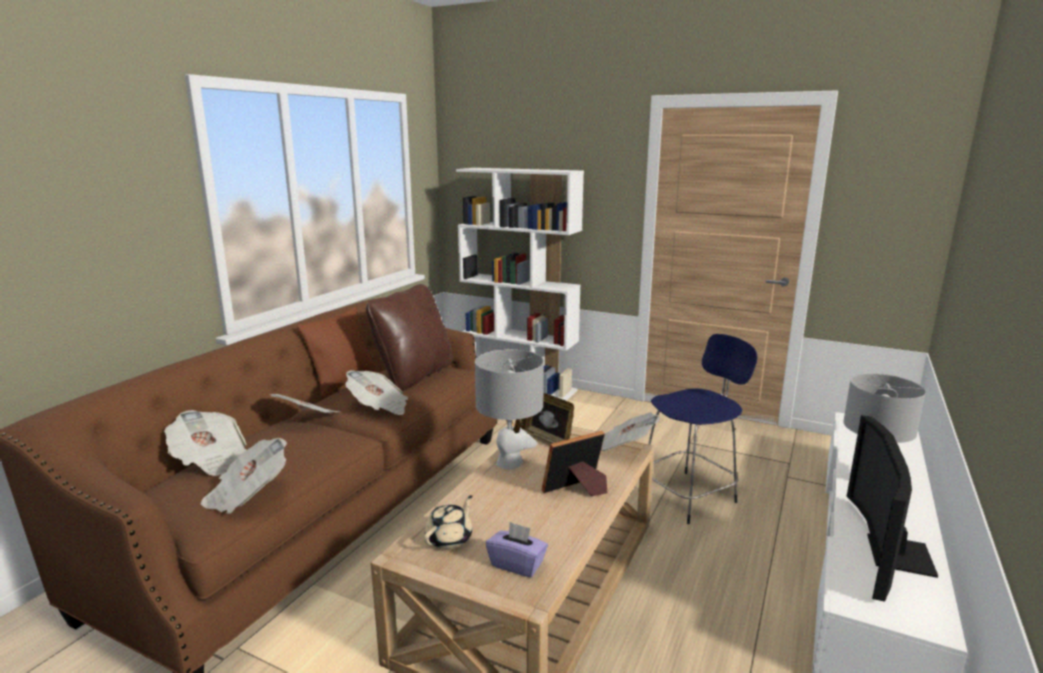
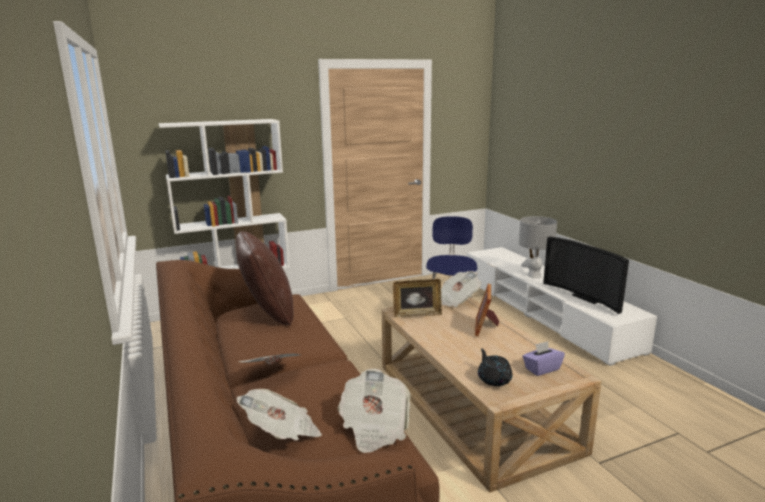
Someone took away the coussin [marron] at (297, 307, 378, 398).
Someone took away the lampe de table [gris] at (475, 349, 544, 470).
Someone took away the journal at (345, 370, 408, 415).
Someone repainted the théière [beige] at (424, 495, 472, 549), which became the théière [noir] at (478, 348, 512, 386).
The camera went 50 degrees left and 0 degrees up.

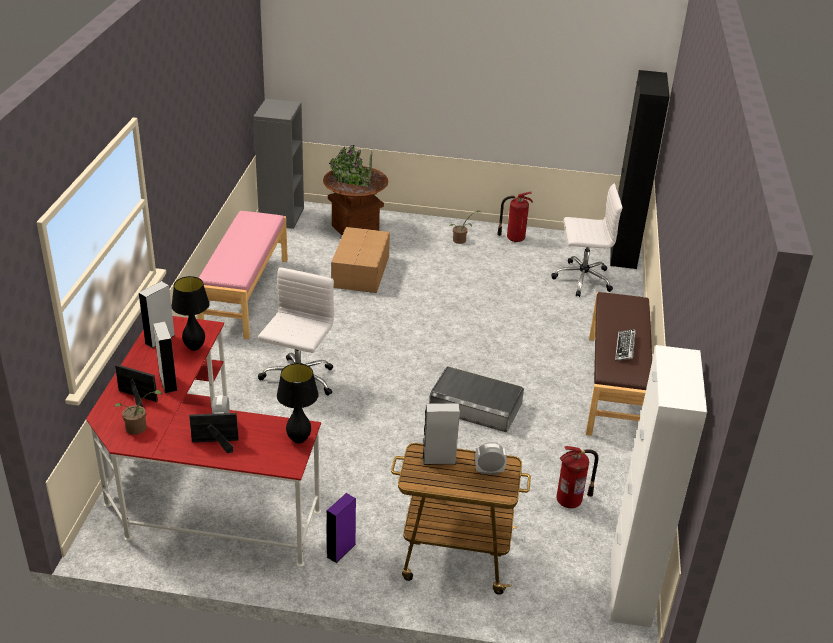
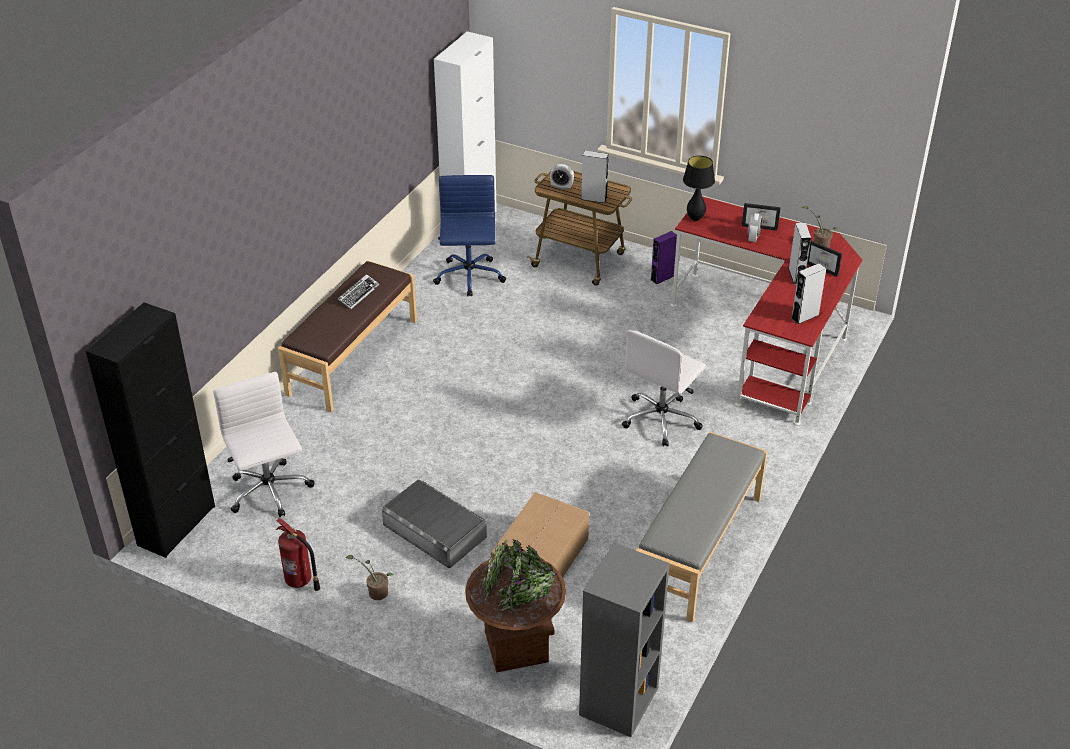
Someone rotated the chaise de bureau [blanc] at (551, 183, 623, 297) by 45 degrees clockwise.
Someone repainted the banc [rose] at (197, 211, 288, 339), which became the banc [gris] at (636, 432, 768, 622).
Someone took away the lampe de table [noir] at (171, 276, 210, 351).
Someone carried the boîte de rangement [gris] from (429, 366, 524, 432) to (382, 480, 487, 568).
Someone swapped the extincteur at (557, 446, 599, 508) for the chaise de bureau [bleu] at (433, 175, 506, 296).
The camera went 160 degrees left and 5 degrees up.

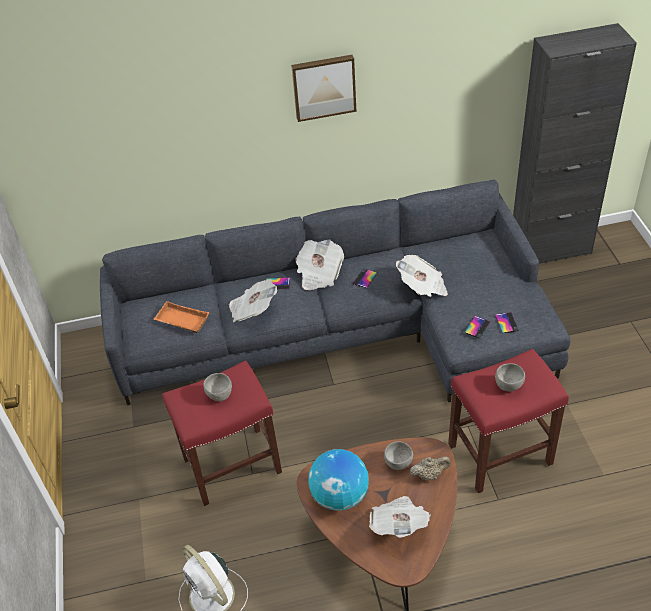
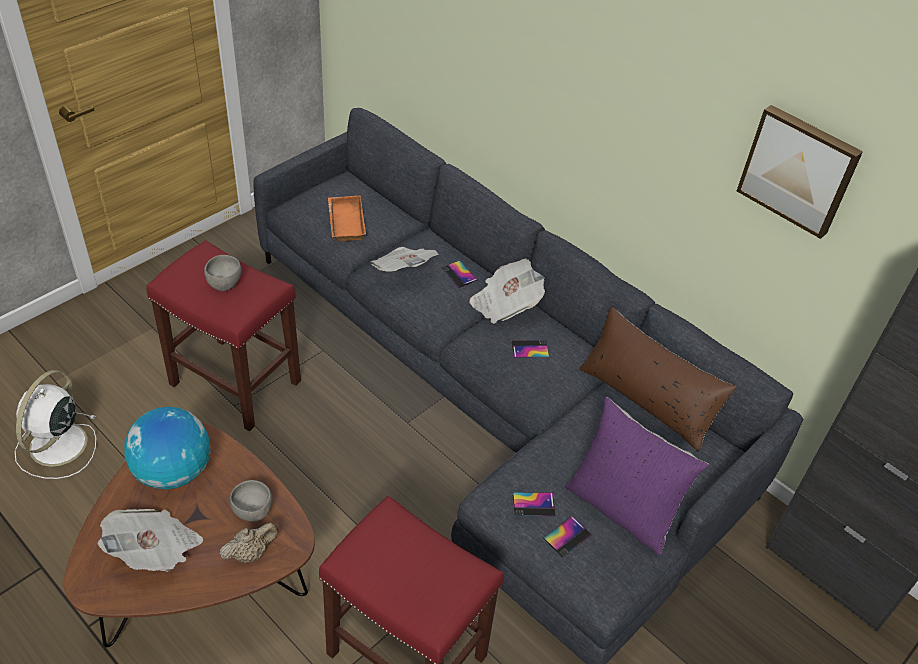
Someone carried the tableau from (291, 55, 356, 122) to (737, 105, 863, 239).
Someone took away the journal at (396, 255, 448, 297).
Someone took away the bol [gris] at (495, 363, 525, 392).
Someone rotated the théière [beige] at (410, 456, 451, 481) by 75 degrees counterclockwise.
Someone put down the coussin [marron] at (579, 307, 736, 452).
Someone put down the coussin [violet] at (565, 397, 709, 555).
The camera went 50 degrees right and 0 degrees up.

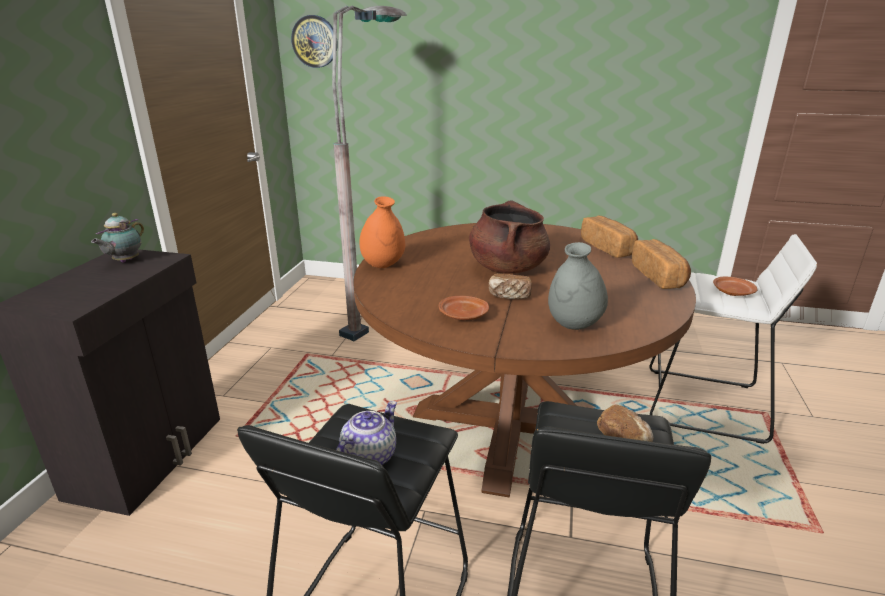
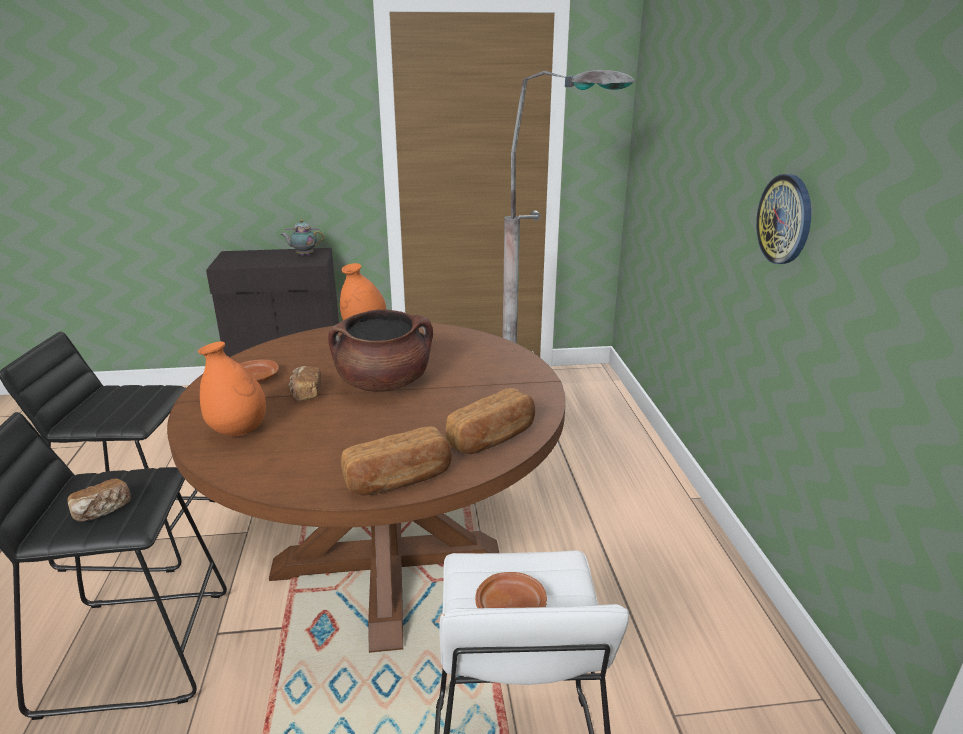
Someone carried the horloge murale from (291, 15, 338, 68) to (756, 174, 811, 264).
Someone repainted the vase [gris] at (548, 242, 608, 330), which became the vase [orange] at (198, 341, 266, 437).
Someone took away the théière at (336, 401, 397, 465).
The camera went 70 degrees right and 0 degrees up.

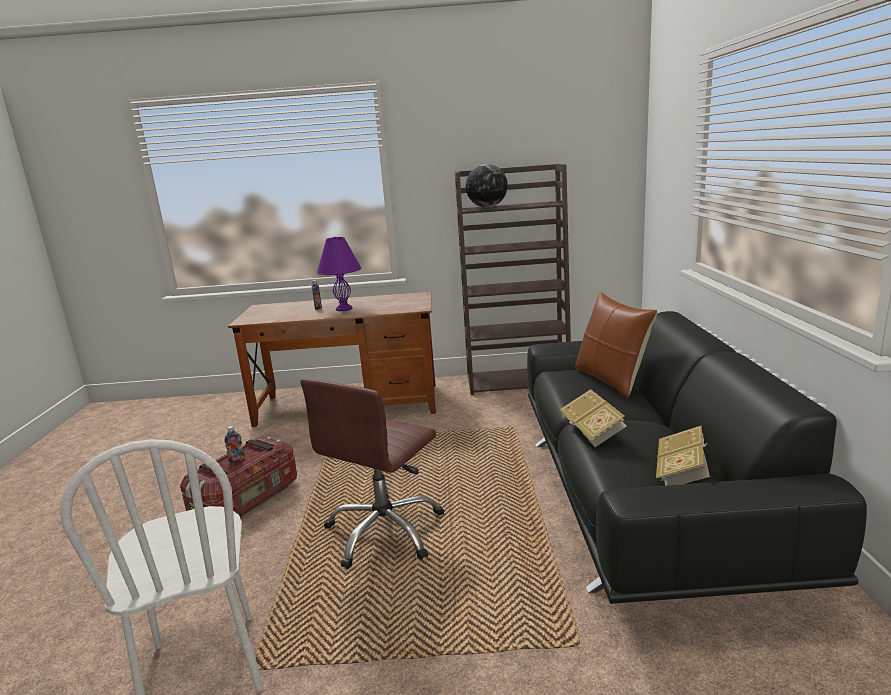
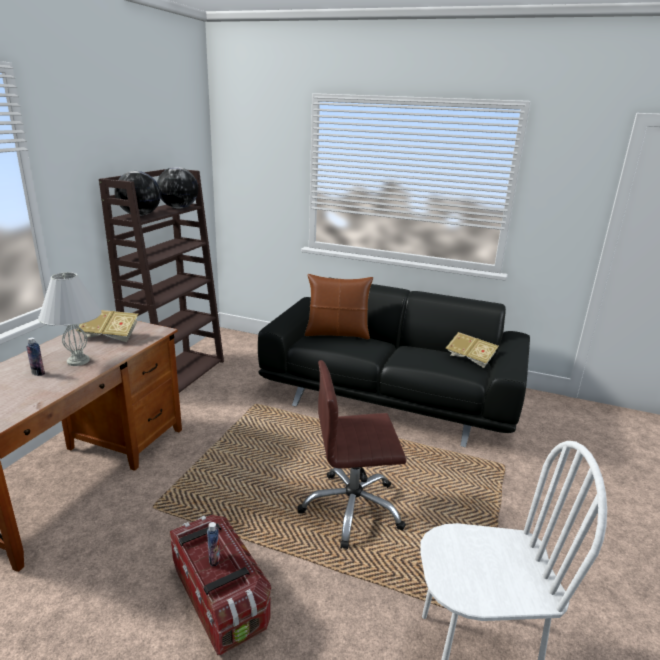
Someone repainted the lampe de table [violet] at (317, 237, 361, 311), which became the lampe de table [blanc] at (38, 272, 102, 366).
Someone rotated the chaise de bureau [marron] at (301, 379, 444, 569) by 120 degrees clockwise.
Someone carried the livre from (560, 389, 627, 447) to (77, 310, 138, 342).
Someone put down the globe at (157, 167, 198, 209).
The camera went 70 degrees left and 5 degrees up.

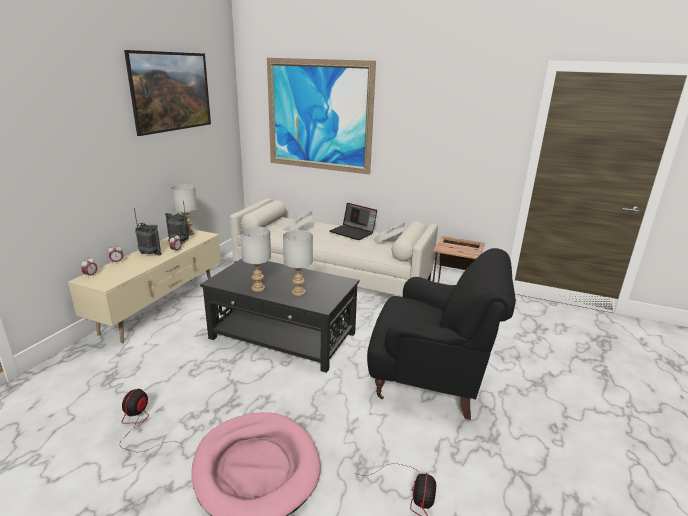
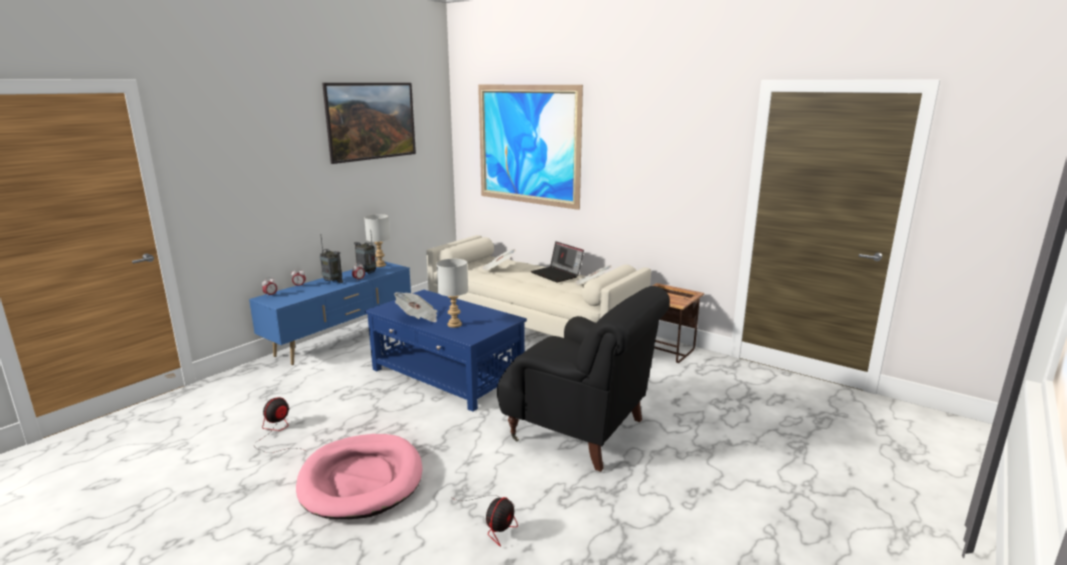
Someone swapped the lampe de table [gris] at (240, 227, 271, 292) for the journal at (394, 292, 437, 322).
Someone repainted the meuble télé [beige] at (68, 229, 221, 343), which became the meuble télé [bleu] at (249, 261, 411, 365).
Someone repainted the table basse [noir] at (200, 259, 360, 373), which became the table basse [bleu] at (365, 290, 527, 412).
The camera went 15 degrees right and 5 degrees down.

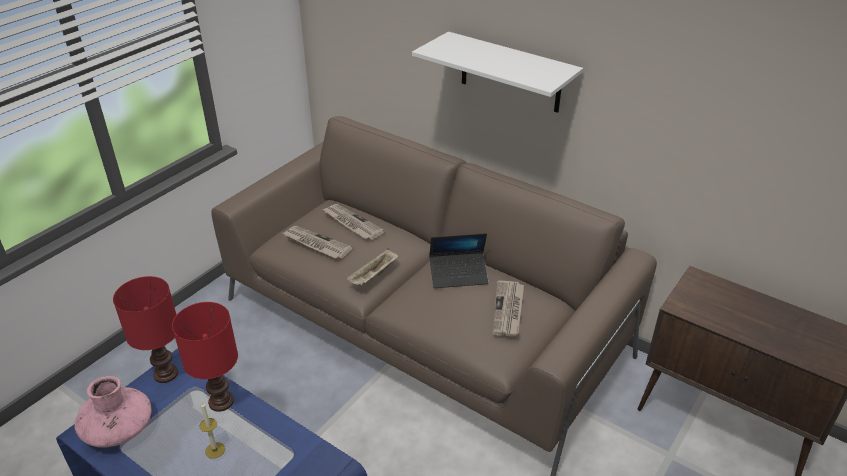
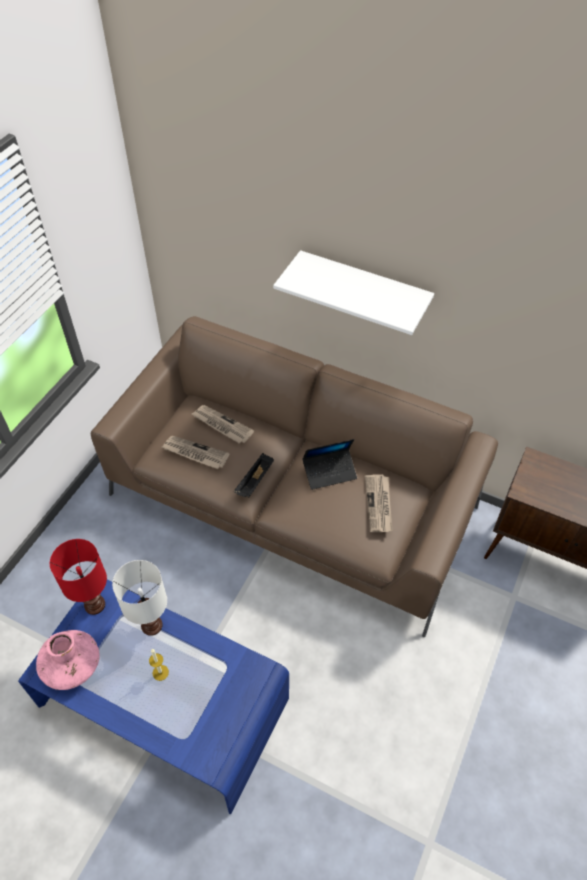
Someone repainted the plateau [beige] at (346, 248, 398, 286), which became the plateau [noir] at (234, 453, 274, 497).
Someone repainted the lampe de table [rouge] at (172, 302, 238, 412), which became the lampe de table [blanc] at (112, 560, 167, 636).
The camera went 10 degrees left and 15 degrees up.

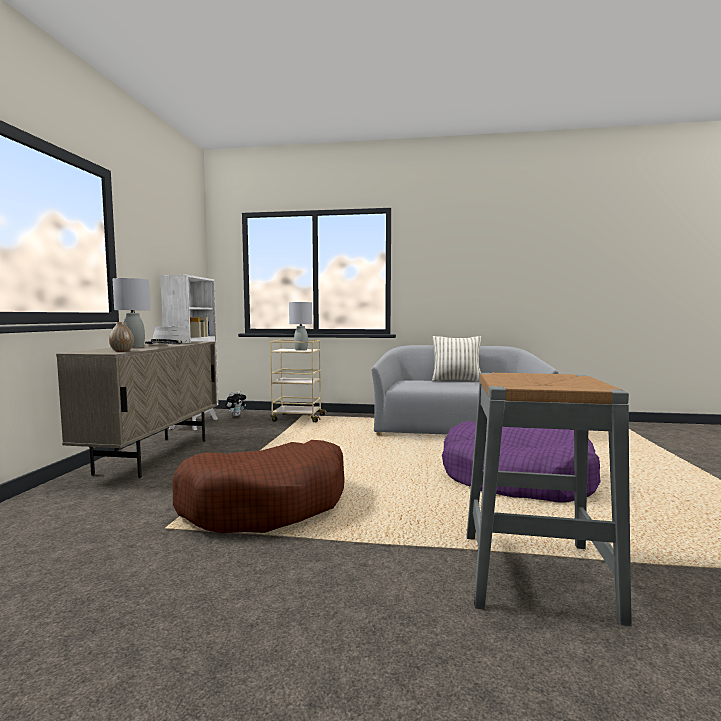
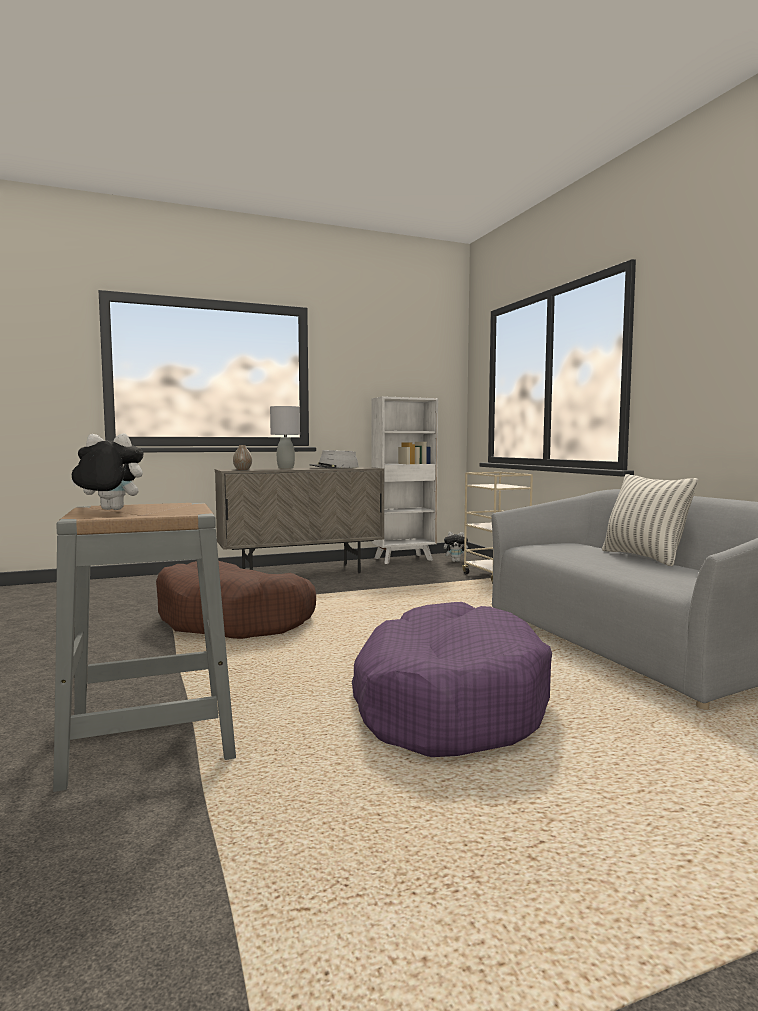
Someone took away the lampe de table [gris] at (289, 302, 312, 351).
Someone put down the peluche at (71, 433, 143, 510).
The camera went 60 degrees right and 0 degrees up.

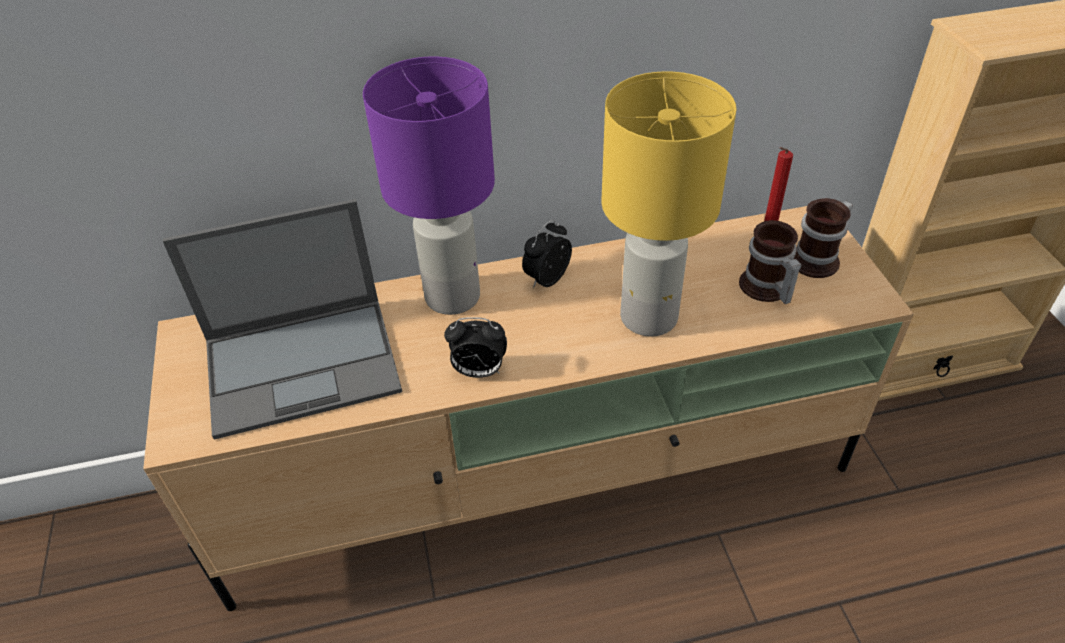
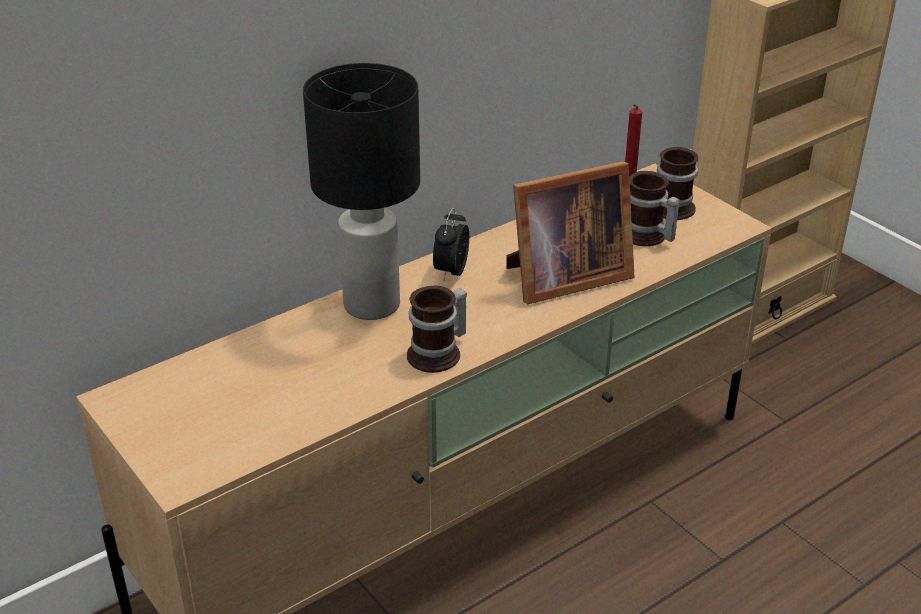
Someone repainted the lampe de table [violet] at (363, 57, 495, 315), which became the lampe de table [noir] at (303, 63, 420, 320).
Someone swapped the lampe de table [jaune] at (601, 71, 737, 337) for the cadre photo at (506, 161, 634, 304).
Someone took away the ordinateur portable at (163, 199, 402, 440).
Someone swapped the réveil at (444, 317, 507, 378) for the mug at (407, 286, 467, 373).
The camera went 25 degrees left and 10 degrees down.

